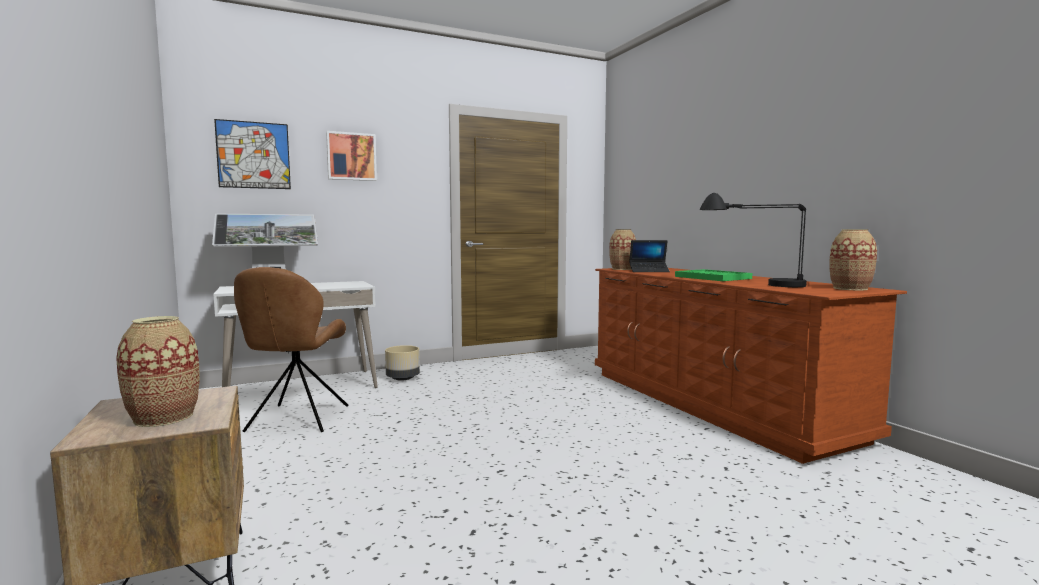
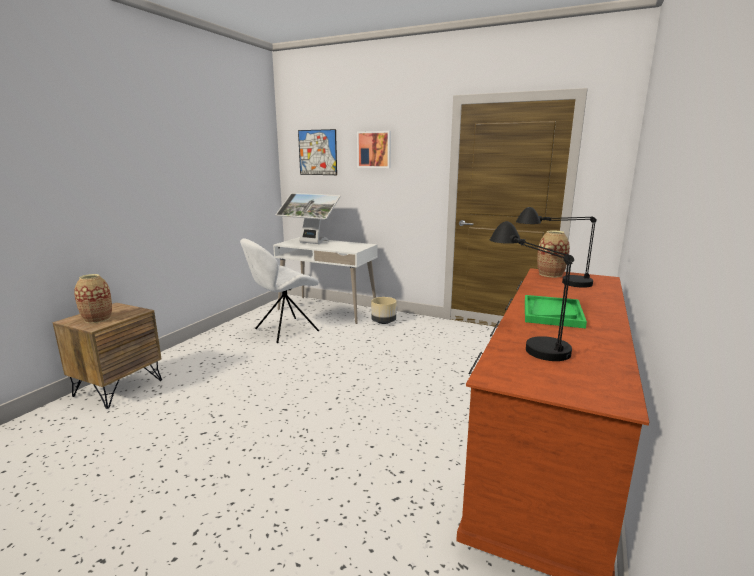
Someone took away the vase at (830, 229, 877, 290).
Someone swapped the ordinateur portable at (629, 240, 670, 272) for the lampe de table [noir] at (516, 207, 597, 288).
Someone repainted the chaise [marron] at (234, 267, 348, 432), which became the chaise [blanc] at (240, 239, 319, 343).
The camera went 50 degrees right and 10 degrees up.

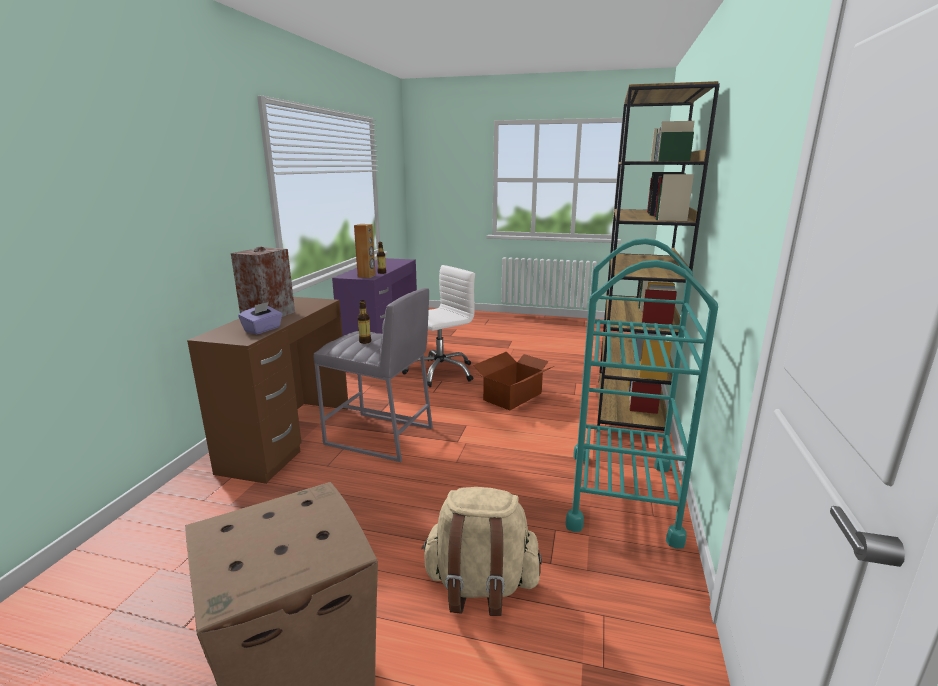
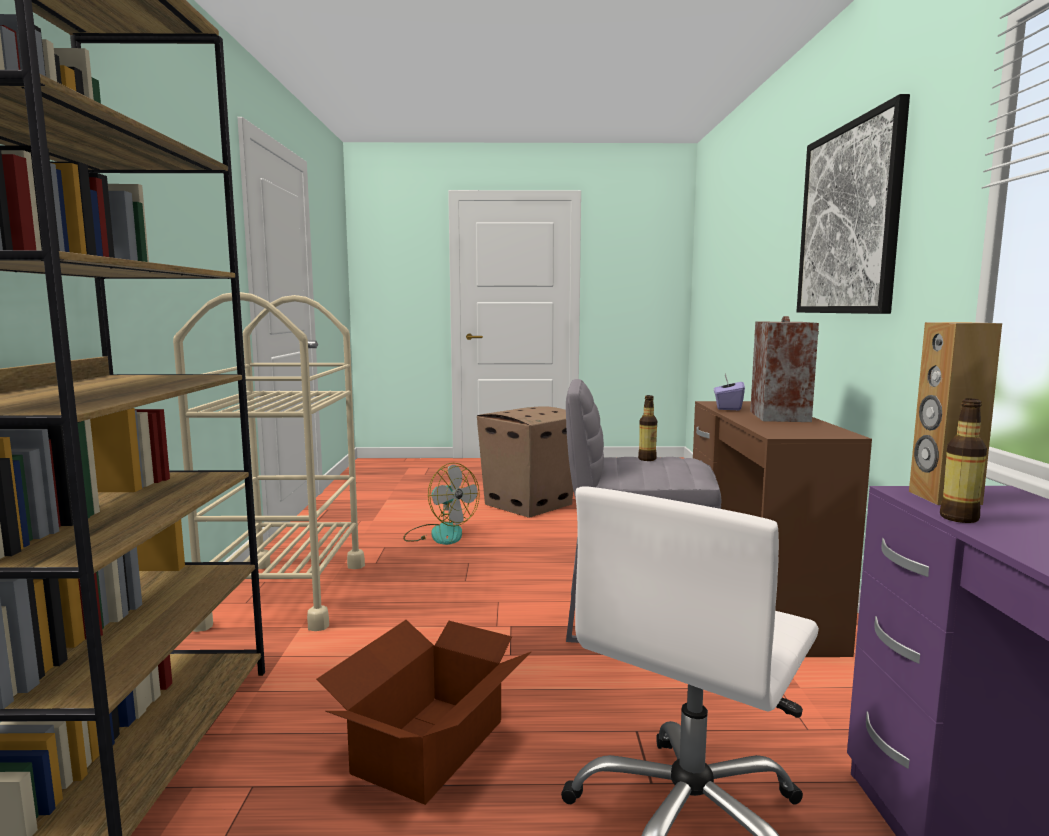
Someone repainted the chariot [turquoise] at (565, 238, 718, 549), which became the chariot [beige] at (173, 292, 365, 632).
Someone swapped the sac à dos [beige] at (421, 487, 542, 616) for the ventilateur at (403, 463, 480, 545).
Someone put up the tableau at (797, 94, 910, 314).
The camera went 165 degrees right and 10 degrees down.

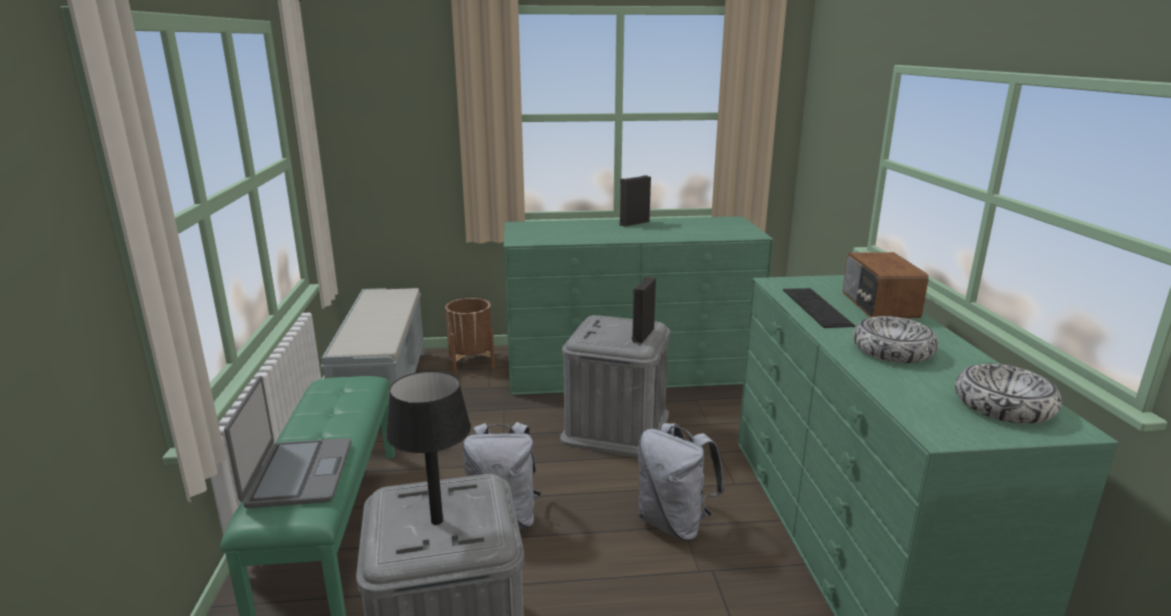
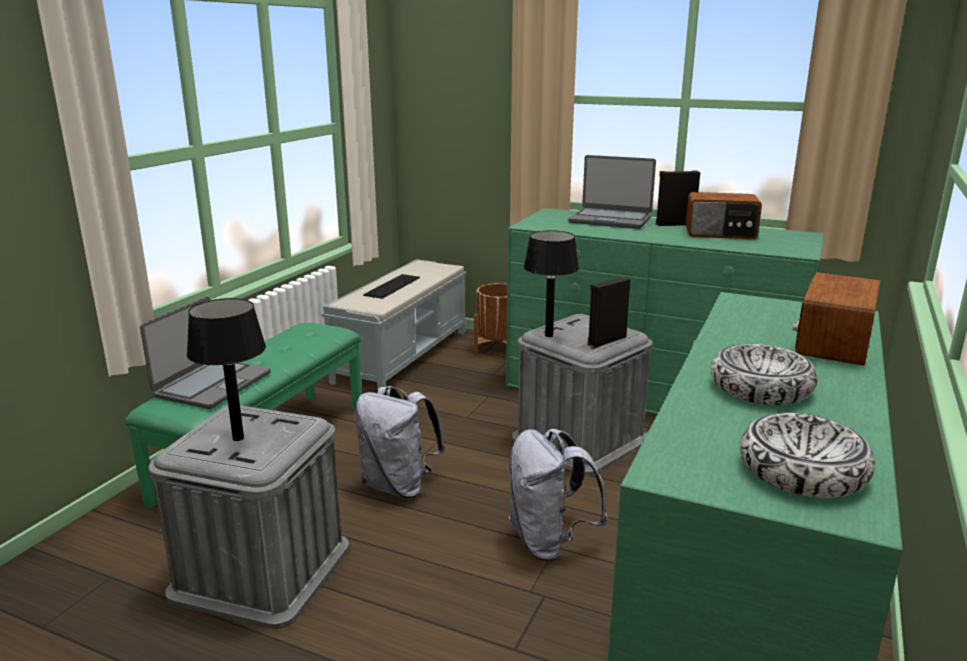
Someone carried the clavier from (783, 288, 855, 328) to (363, 274, 420, 299).
Someone put down the ordinateur portable at (568, 155, 656, 229).
Someone put down the radio at (686, 192, 762, 239).
Someone put down the lampe de table [noir] at (524, 230, 579, 337).
The camera went 30 degrees right and 0 degrees up.

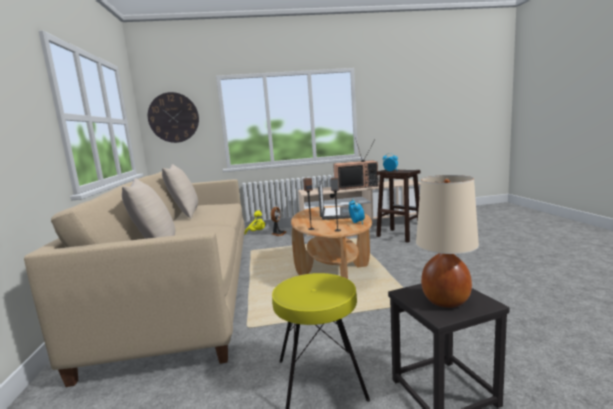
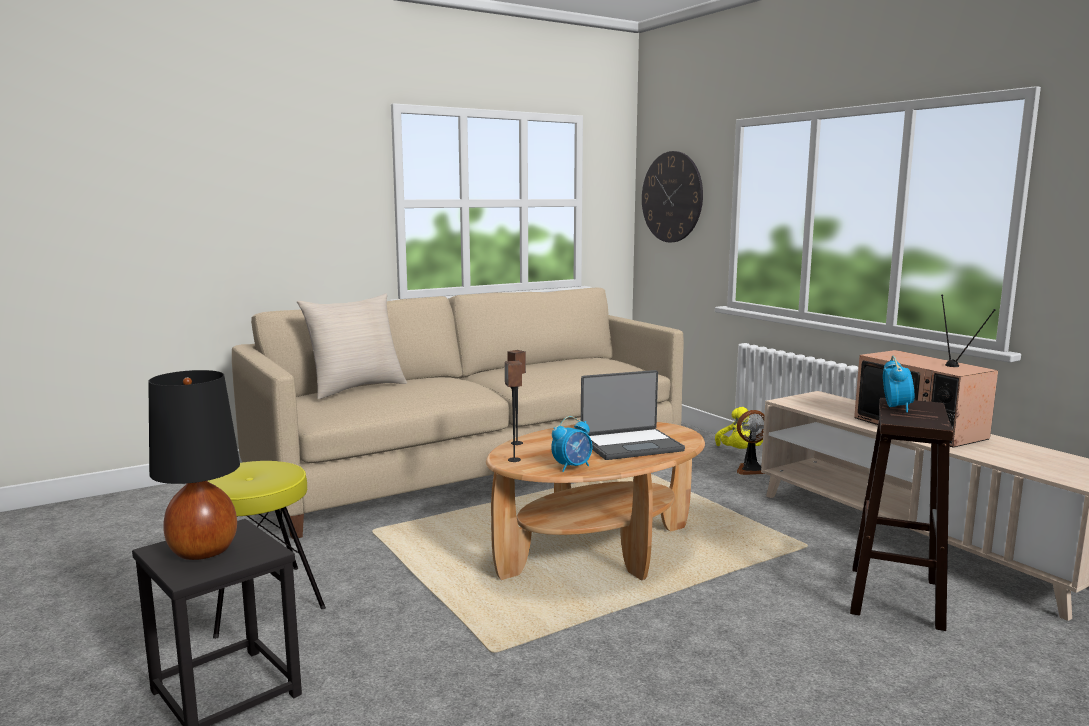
Someone took away the coussin [beige] at (162, 164, 198, 219).
Someone repainted the lampe de table [beige] at (416, 175, 479, 308), which became the lampe de table [noir] at (148, 370, 240, 560).
The camera went 65 degrees right and 0 degrees up.

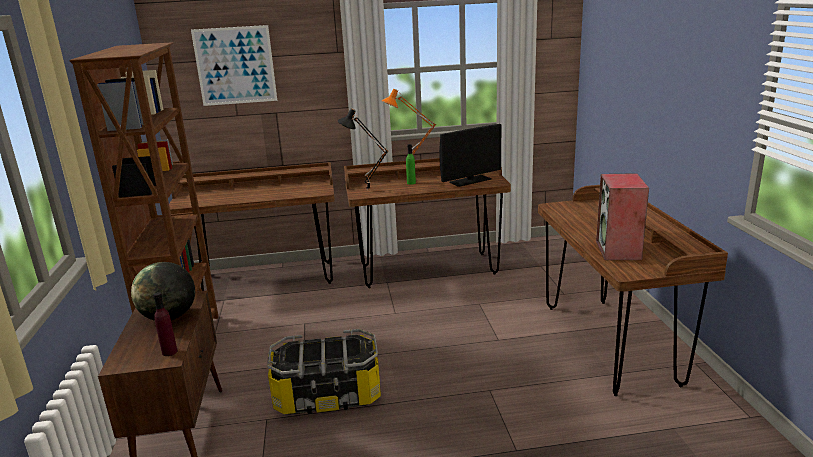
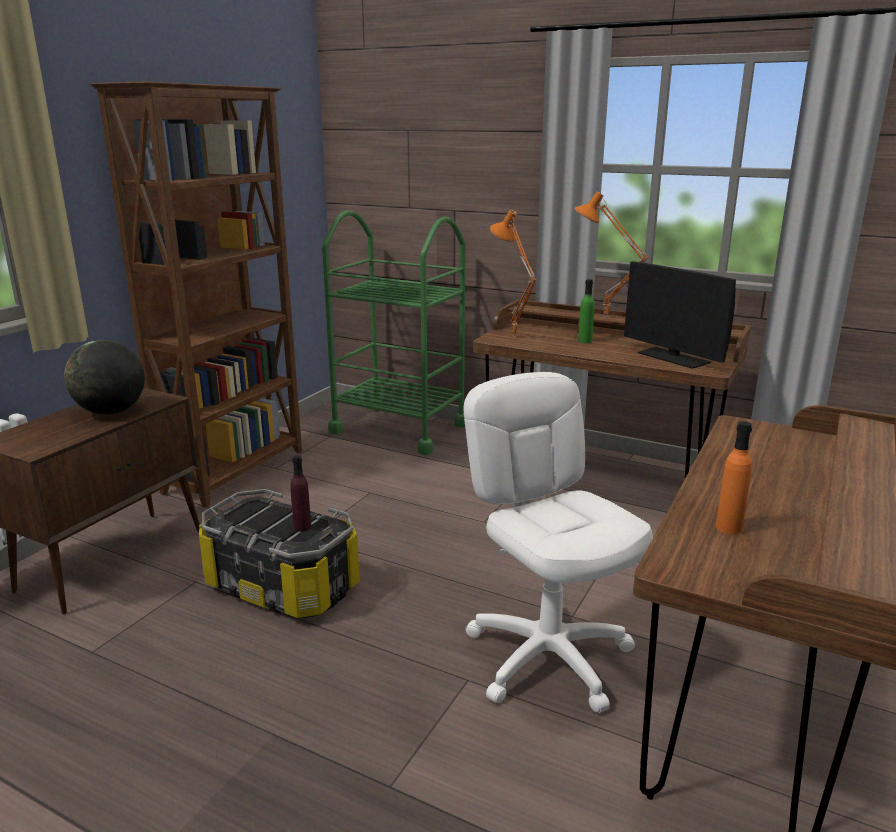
Someone took away the tableau at (191, 25, 277, 106).
Someone repainted the lampe de table [noir] at (338, 108, 388, 191), which became the lampe de table [orange] at (490, 210, 536, 337).
Someone rotated the écran d'ordinateur at (439, 124, 501, 187) by 45 degrees clockwise.
Someone swapped the bureau [marron] at (169, 162, 335, 291) for the chariot [vert] at (322, 210, 465, 455).
Someone swapped the enceinte at (596, 173, 649, 260) for the bouteille [orange] at (716, 421, 752, 534).
Someone carried the bouteille [violet] from (153, 292, 178, 356) to (290, 455, 311, 532).
Someone put down the chaise de bureau [blanc] at (464, 372, 653, 713).
The camera went 35 degrees right and 0 degrees up.

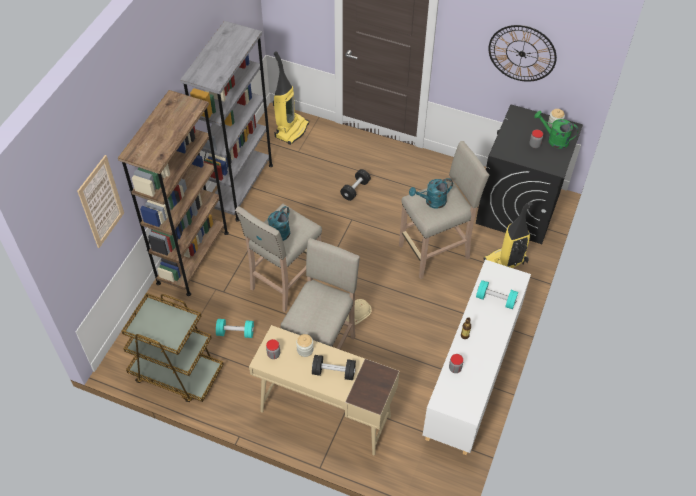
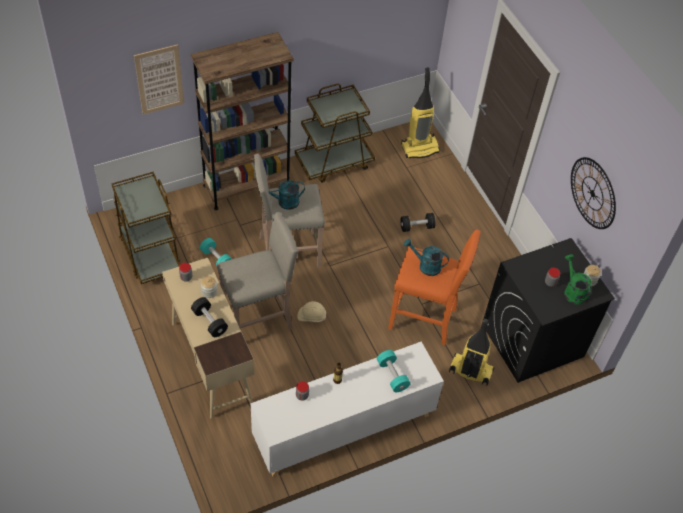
Someone swapped the bibliothèque [gris] at (180, 21, 273, 222) for the chariot [marron] at (295, 84, 375, 183).
Someone repainted the tabouret [beige] at (399, 141, 490, 279), which became the tabouret [orange] at (388, 229, 481, 345).
The camera went 40 degrees right and 0 degrees up.

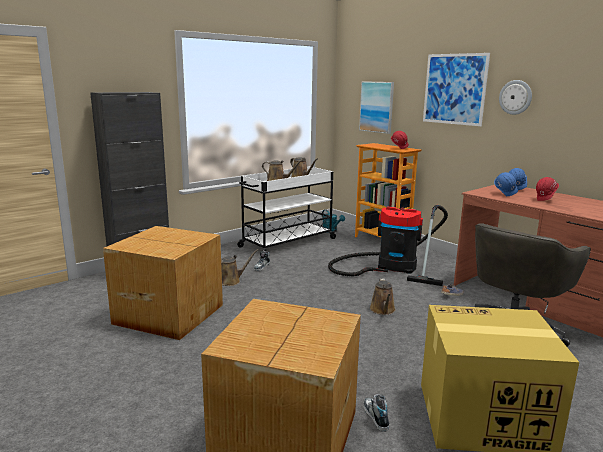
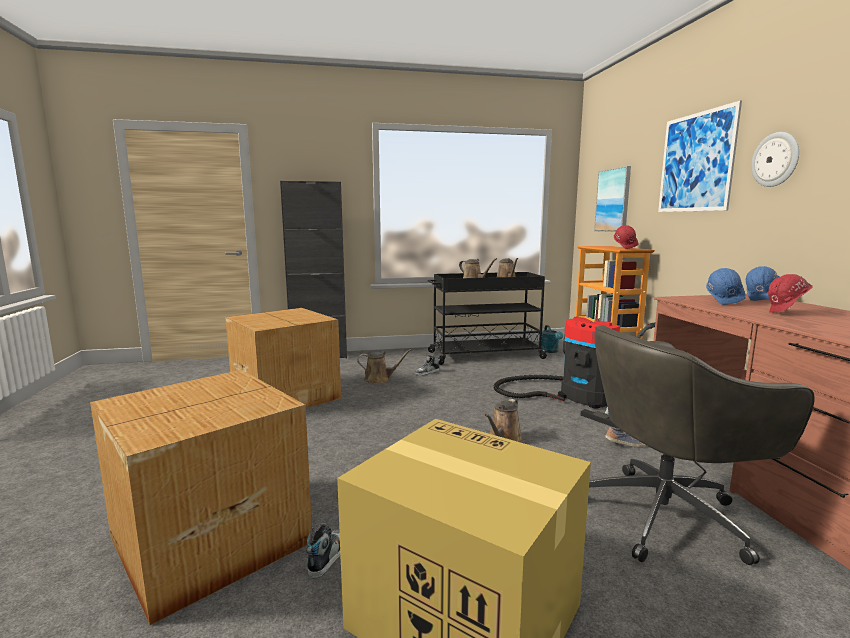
Someone repainted the chariot [blanc] at (237, 166, 337, 252), which became the chariot [noir] at (428, 272, 548, 365).
The camera went 30 degrees right and 5 degrees down.

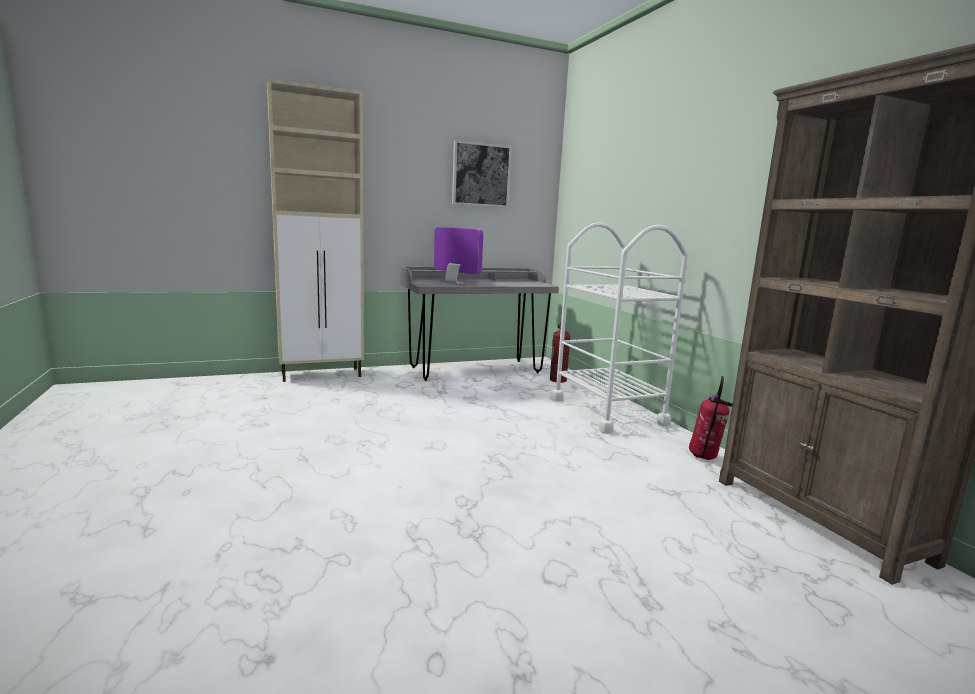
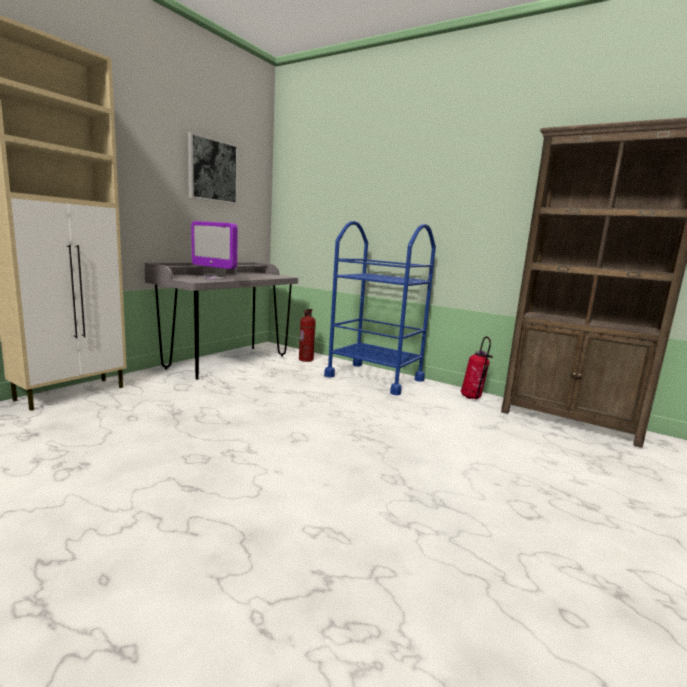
Someone repainted the chariot [blanc] at (551, 222, 688, 434), which became the chariot [bleu] at (324, 221, 436, 395).
Someone rotated the écran d'ordinateur at (434, 227, 483, 285) by 150 degrees counterclockwise.
The camera went 35 degrees left and 0 degrees up.

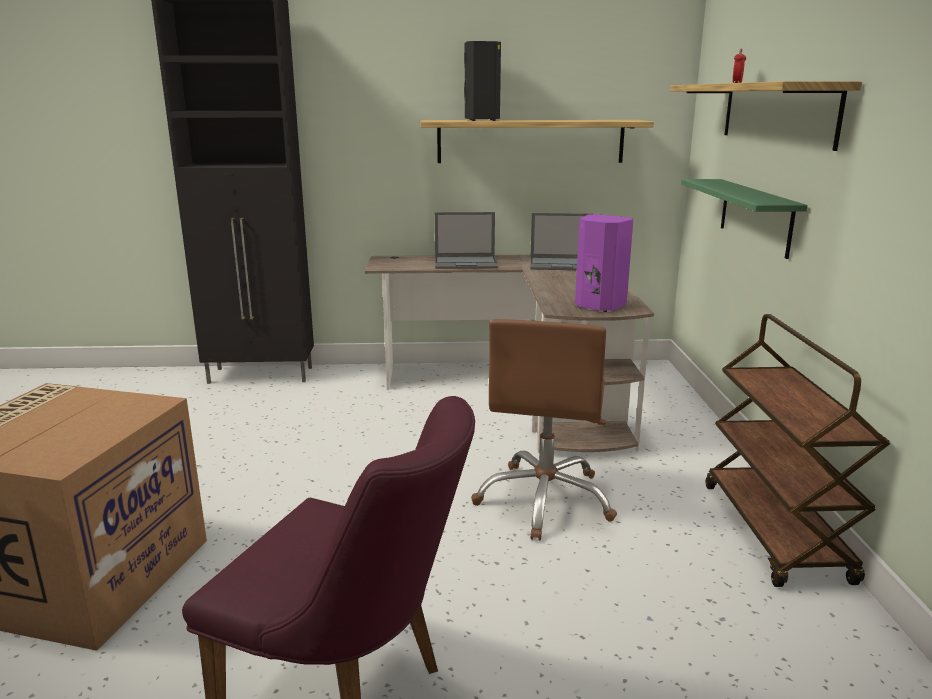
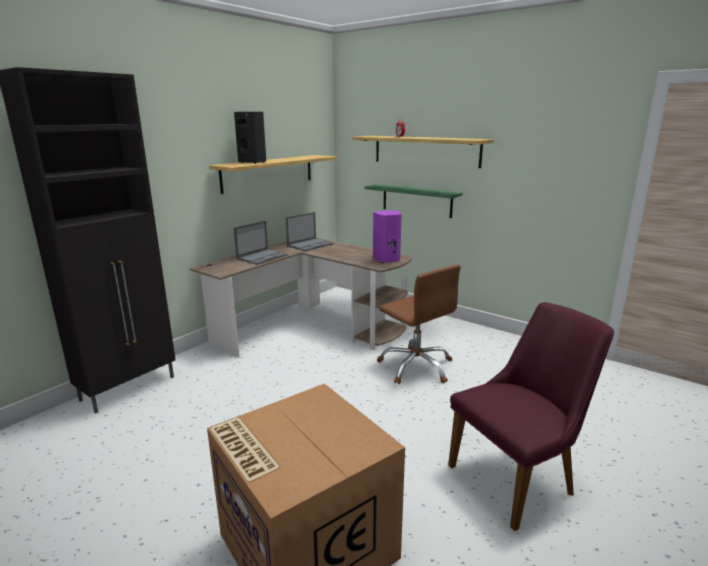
Someone took away the chariot [marron] at (706, 314, 890, 587).
The camera went 50 degrees left and 0 degrees up.

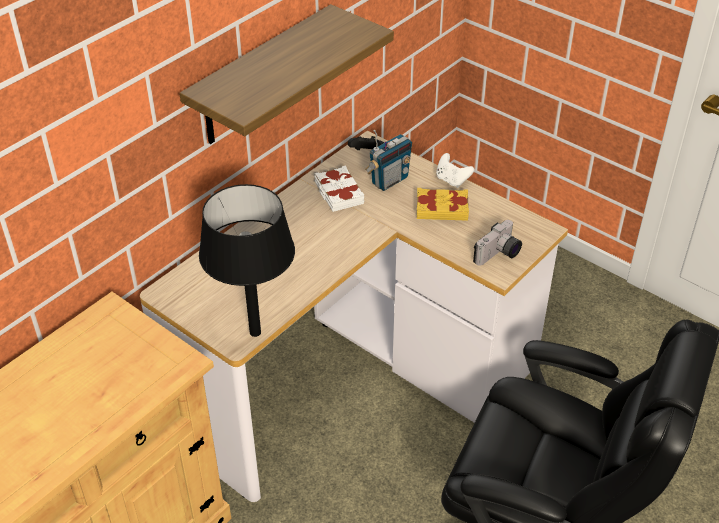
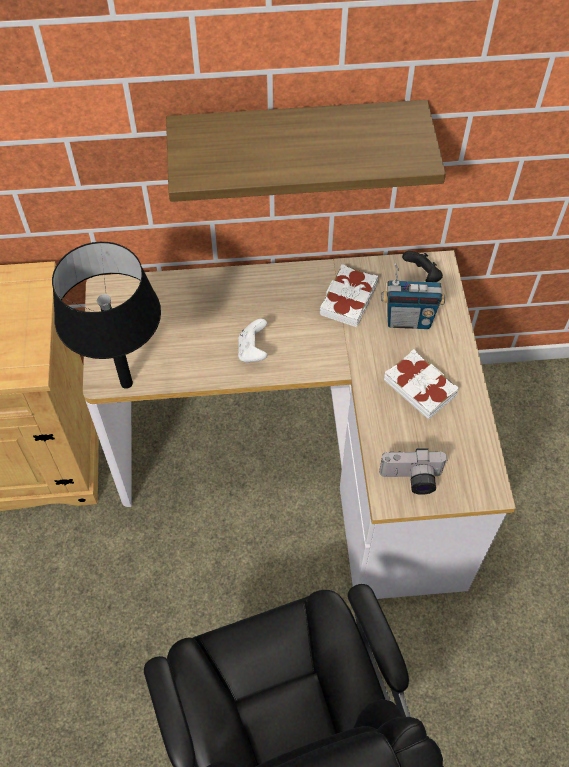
Someone carried the manette [blanc] from (436, 153, 474, 188) to (238, 319, 268, 363).
Someone repainted the livre [jaune] at (417, 188, 469, 221), which became the livre [blanc] at (384, 349, 459, 420).
The camera went 45 degrees right and 15 degrees up.

